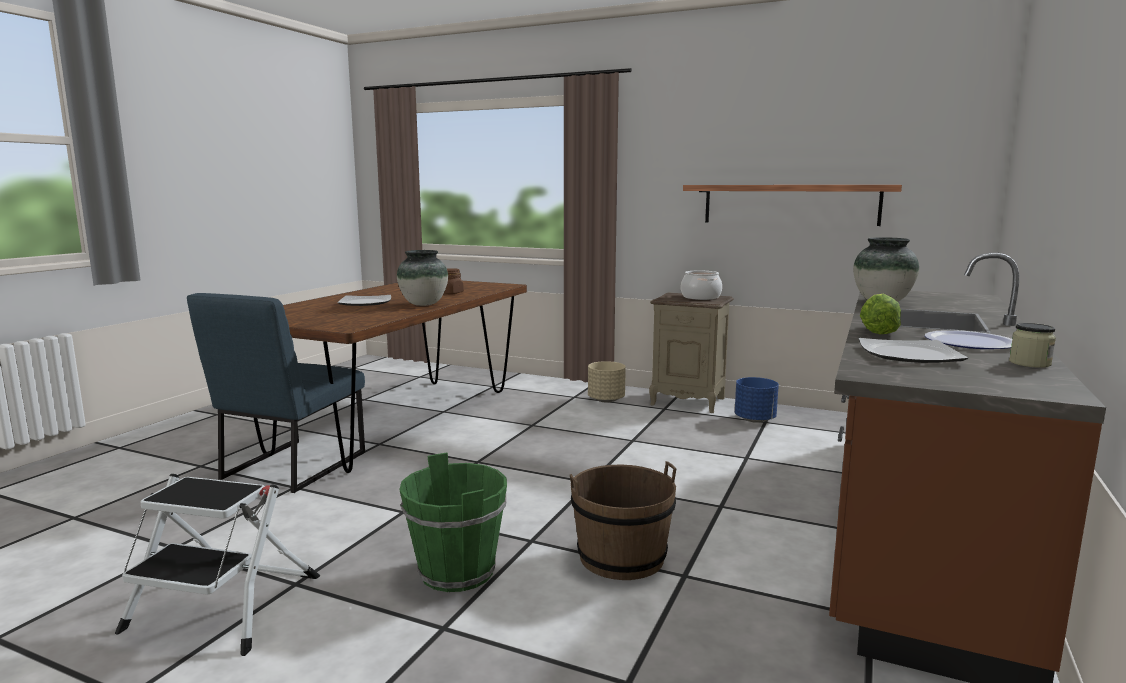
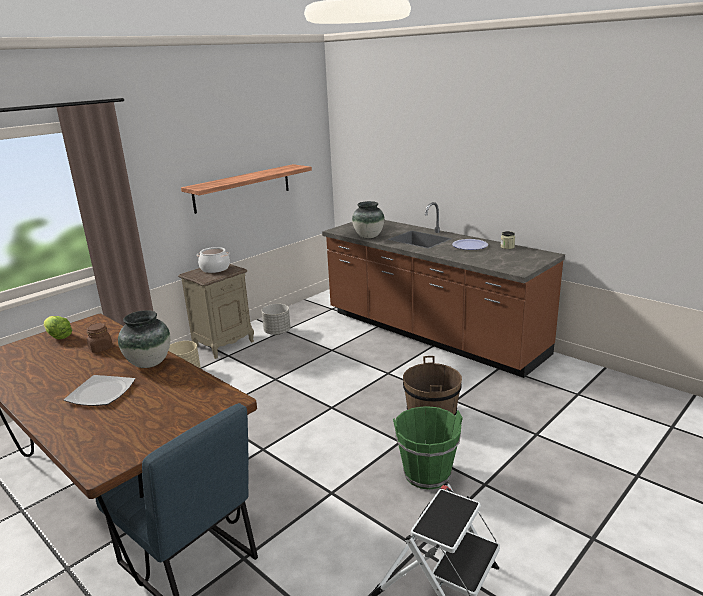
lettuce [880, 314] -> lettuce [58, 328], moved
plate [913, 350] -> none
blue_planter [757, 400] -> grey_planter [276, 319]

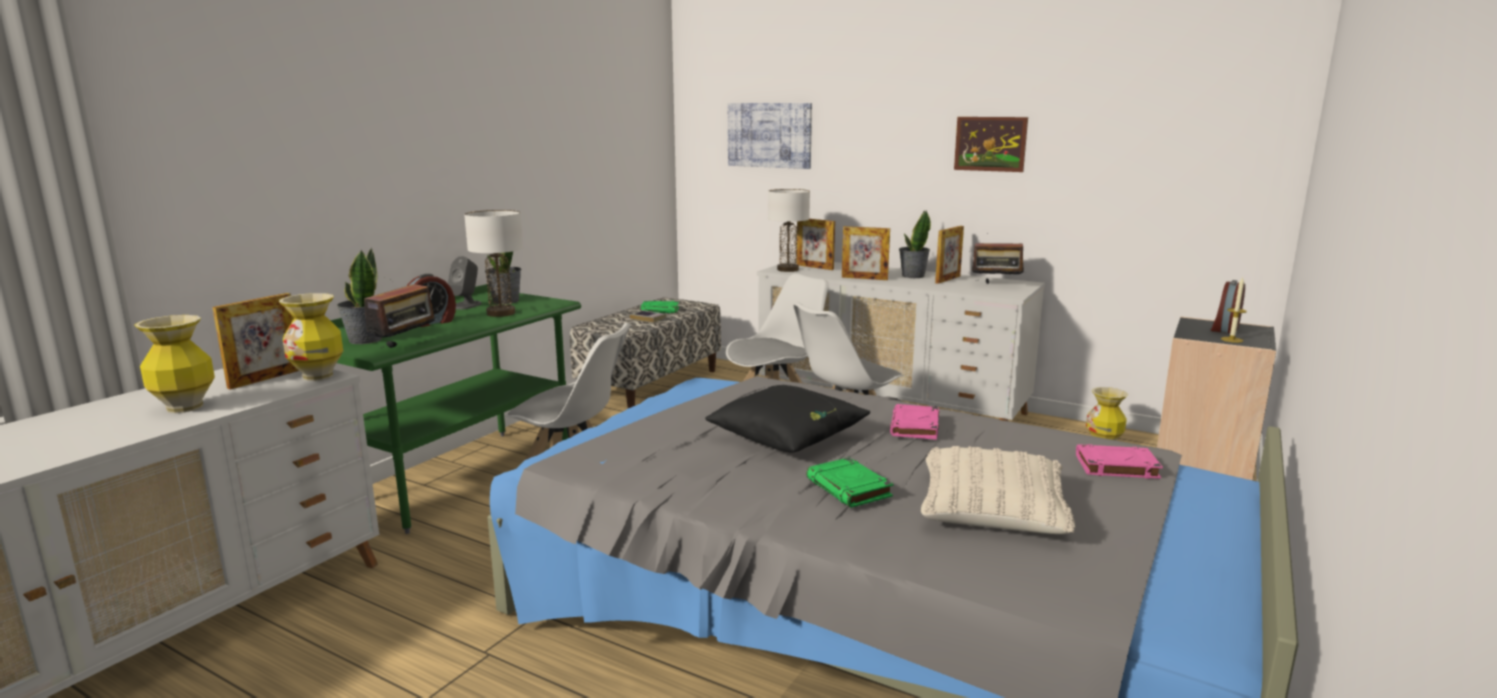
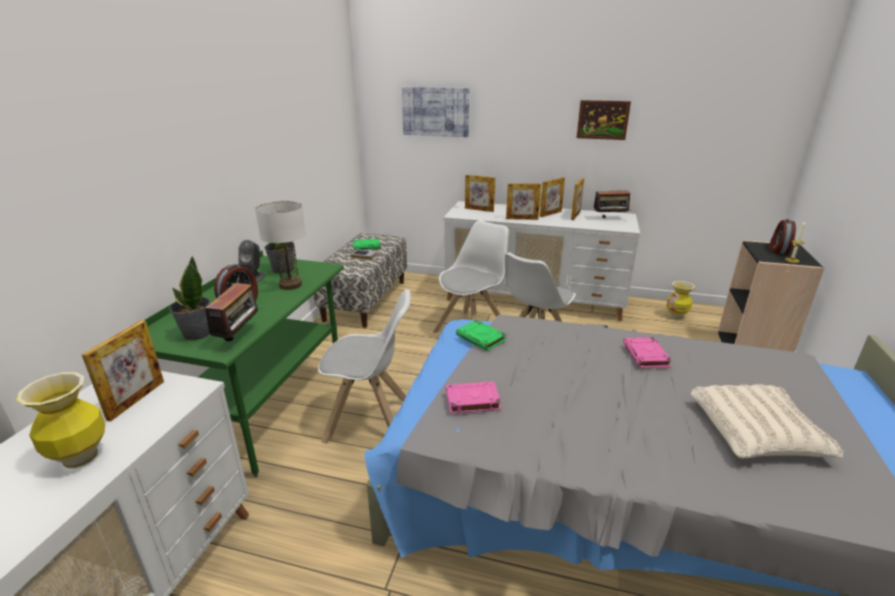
table_lamp [789, 230] -> none
potted_plant [915, 244] -> picture_frame [552, 197]
vase [311, 337] -> none
black_pillow [787, 418] -> none
pink_book [1119, 461] -> pink_book [473, 397], moved
green_book [849, 482] -> green_book [481, 335], moved

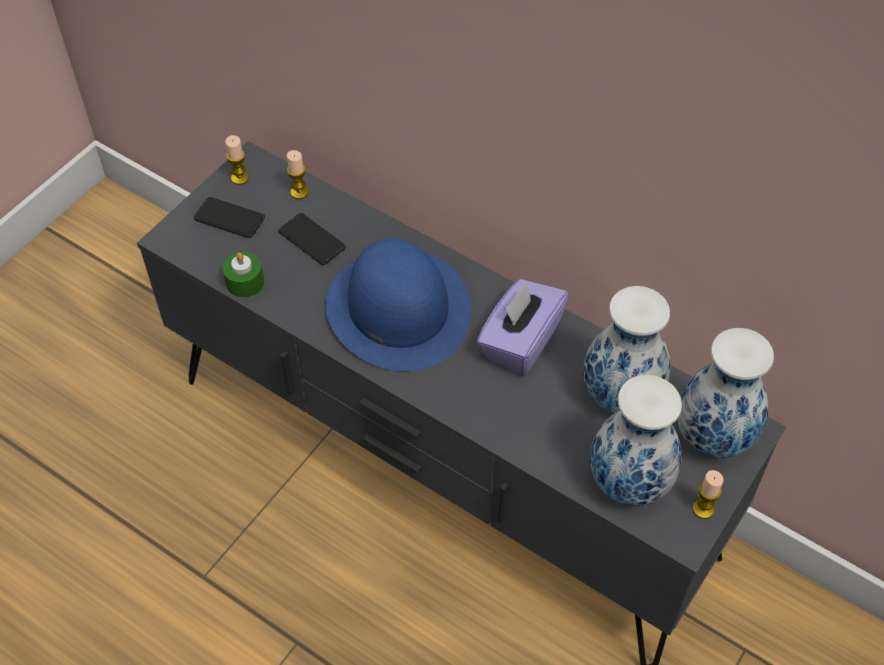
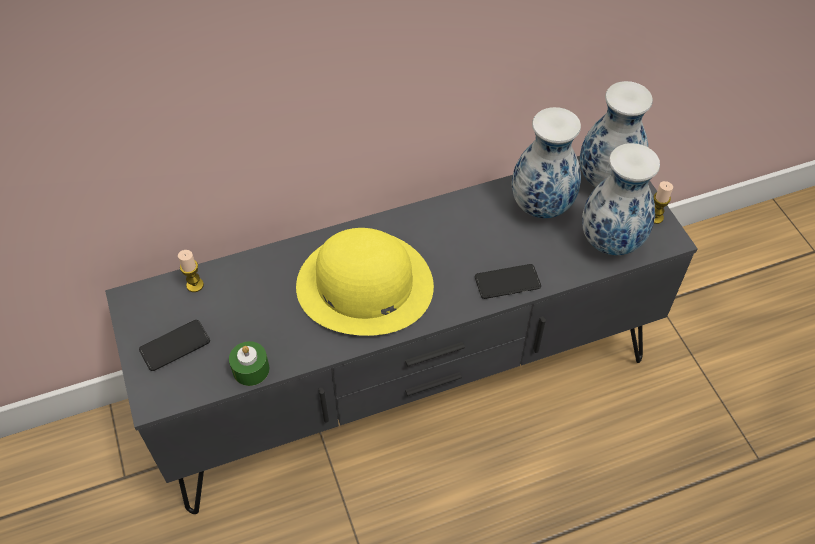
candle [237, 160] -> none
phone [312, 239] -> phone [508, 281], moved
blue_hat [398, 304] -> yellow_hat [365, 282]
purple_tissue_box [523, 327] -> none

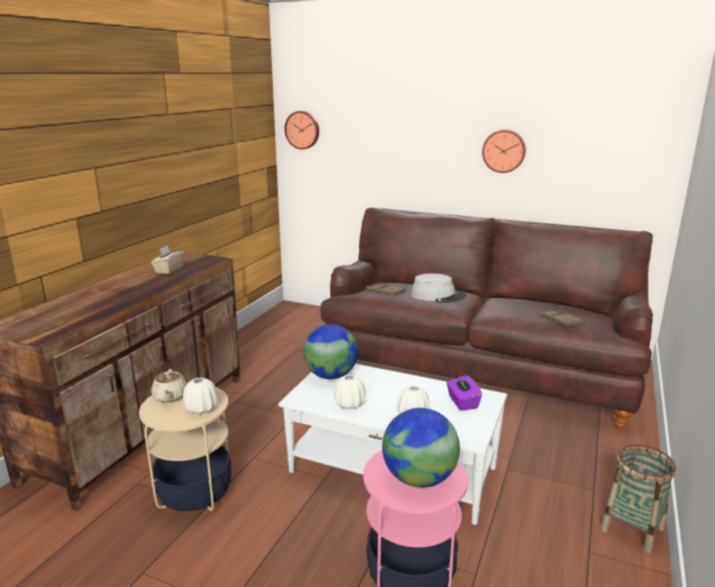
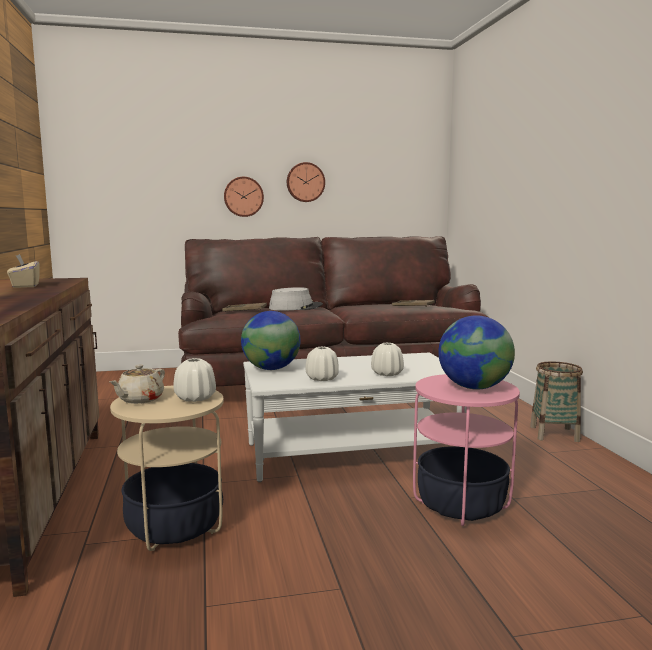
wall_clock [301, 130] -> wall_clock [244, 197], moved
beige_teapot [169, 386] -> beige_teapot [137, 384], 75 degrees clockwise
purple_tissue_box [464, 393] -> none

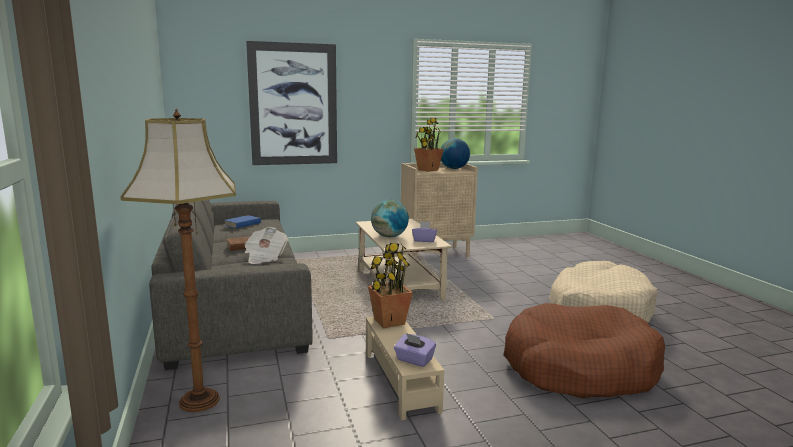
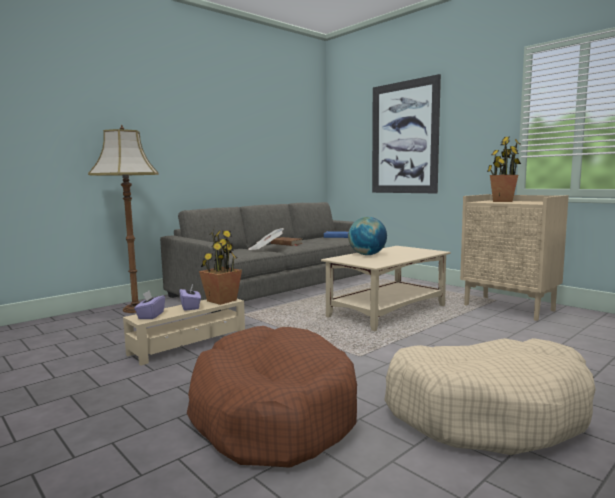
globe [455, 153] -> none
purple_tissue_box [424, 231] -> purple_tissue_box [190, 297], moved

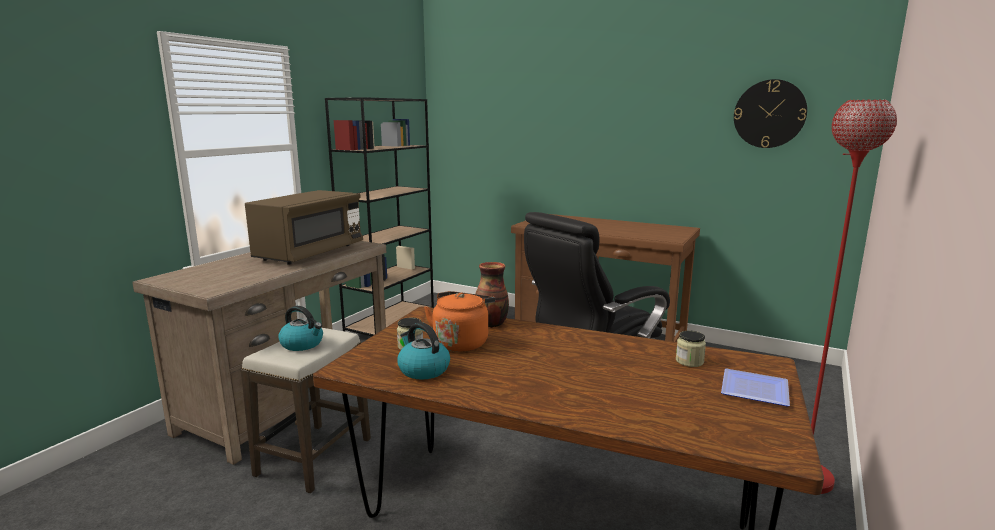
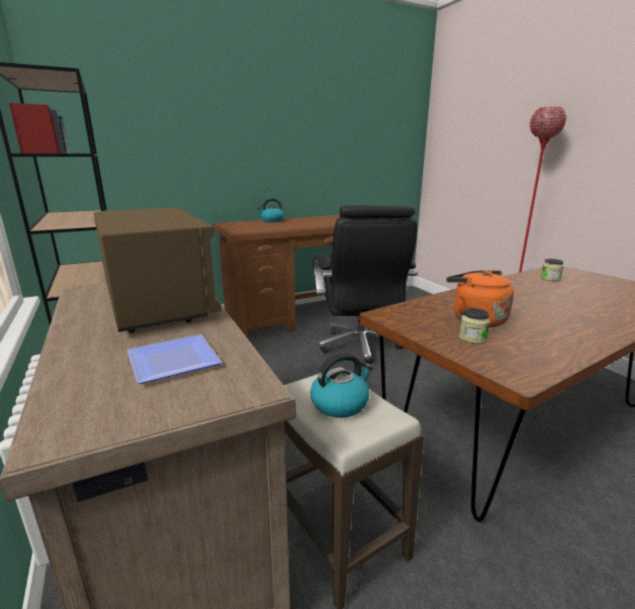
wall_clock [770, 113] -> none
vase [492, 295] -> none
kettle [423, 351] -> kettle [270, 210], moved
plate [755, 388] -> plate [174, 359], moved

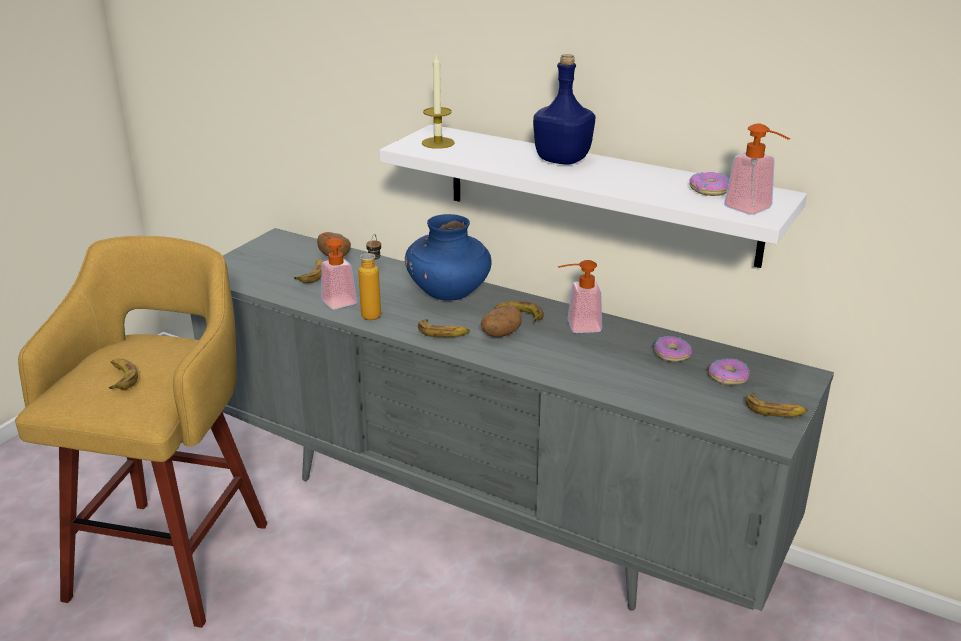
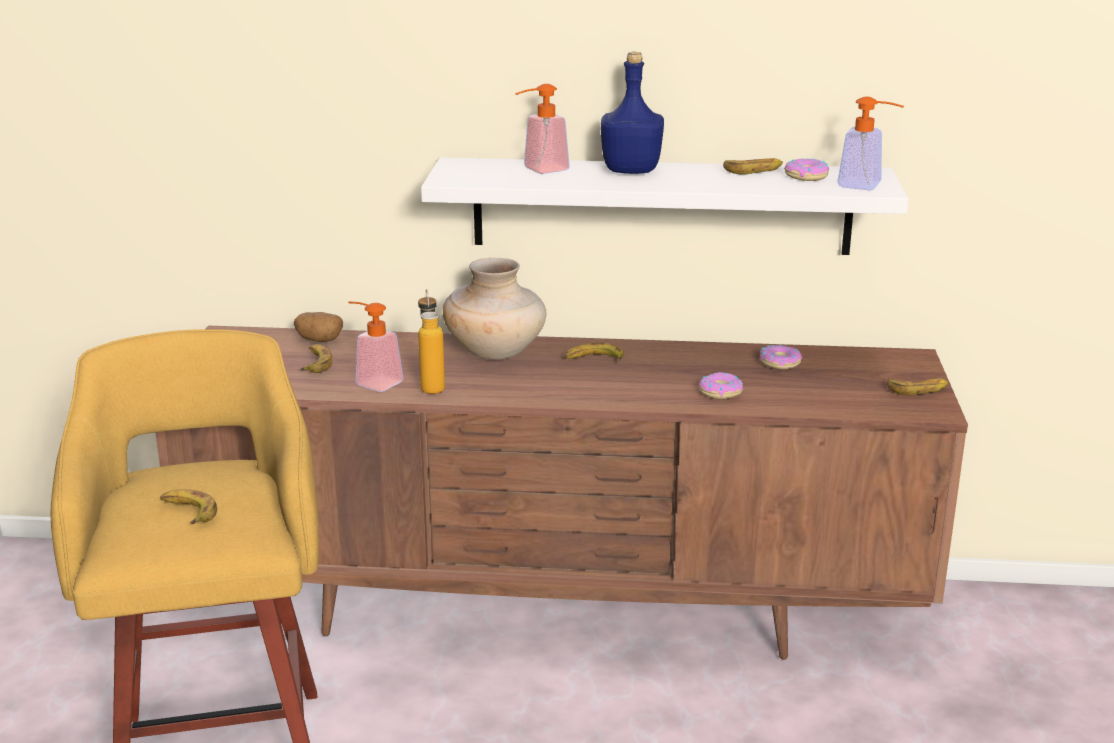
candle [438, 101] -> none
blue_vase [448, 257] -> beige_vase [494, 309]
grey_cabinet [512, 419] -> brown_cabinet [561, 493]
soap_dispenser [580, 296] -> soap_dispenser [542, 129], moved
potato [501, 321] -> none
banana [444, 328] -> banana [753, 166], moved
donut [729, 372] -> donut [721, 385], moved

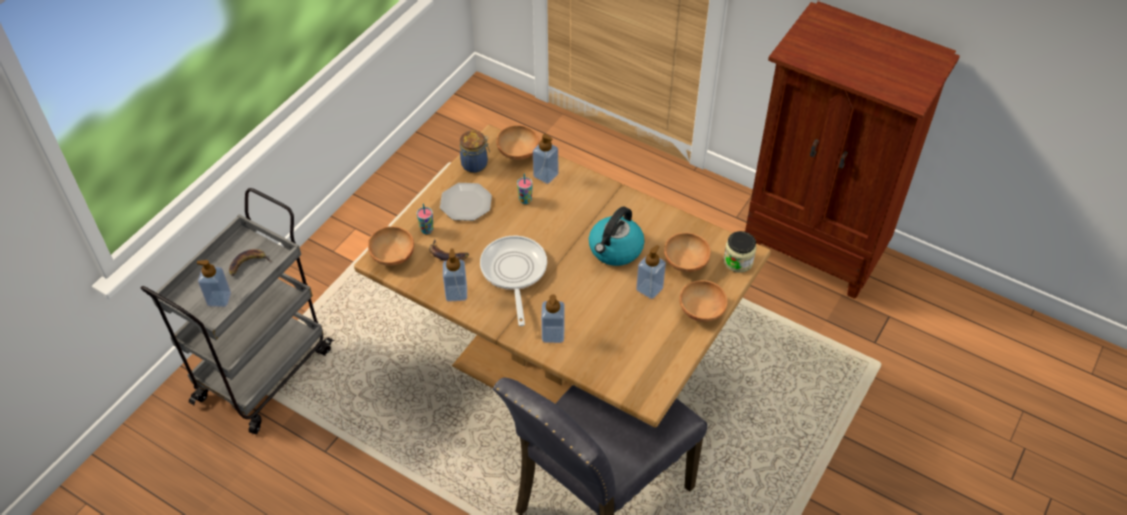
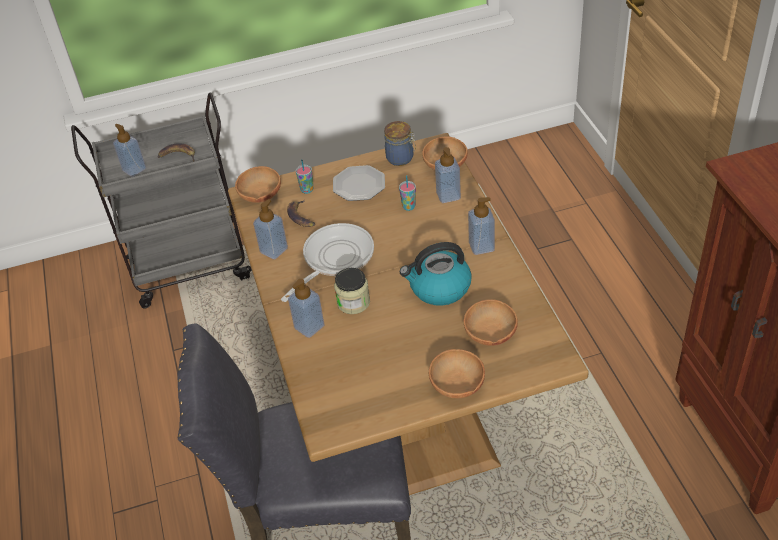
jar [739, 252] -> jar [352, 291], moved
soap_dispenser [651, 272] -> soap_dispenser [481, 226], moved

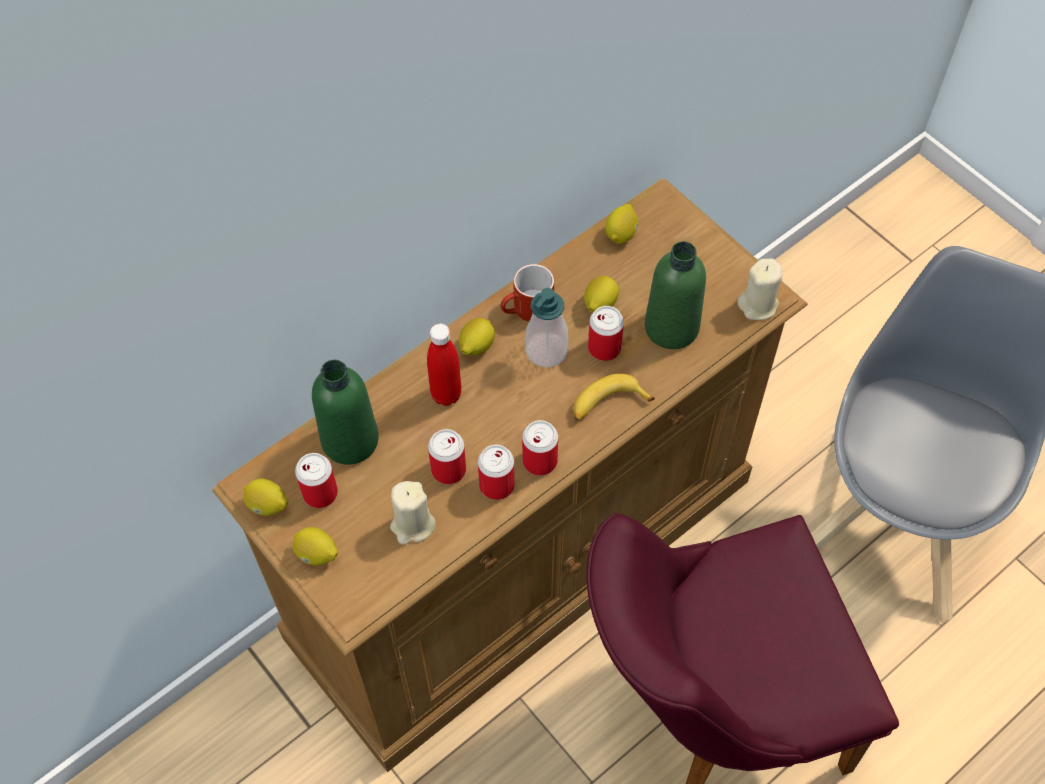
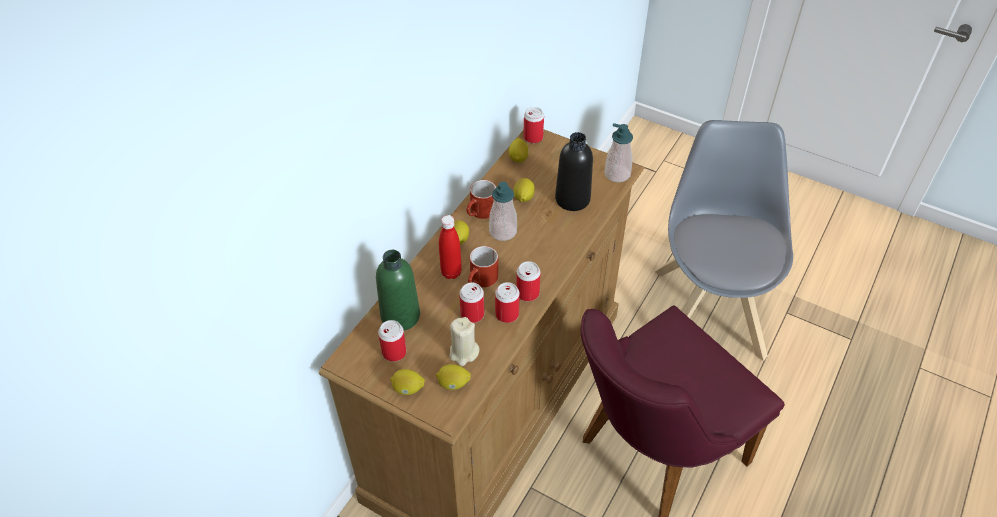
green_bottle [675, 295] -> black_bottle [574, 171]
beige_candle [760, 289] -> soap_dispenser [618, 153]
can [606, 333] -> can [533, 125], moved
banana [614, 397] -> none
lemon [266, 497] -> lemon [453, 377], moved
none -> red_mug [483, 266]

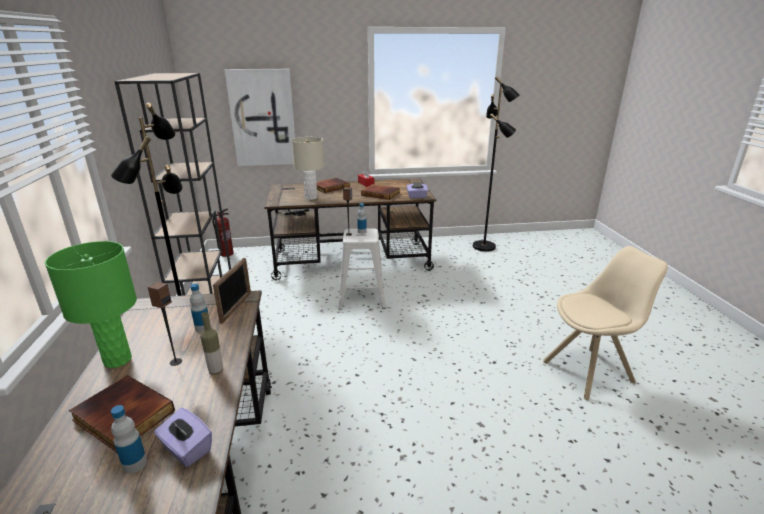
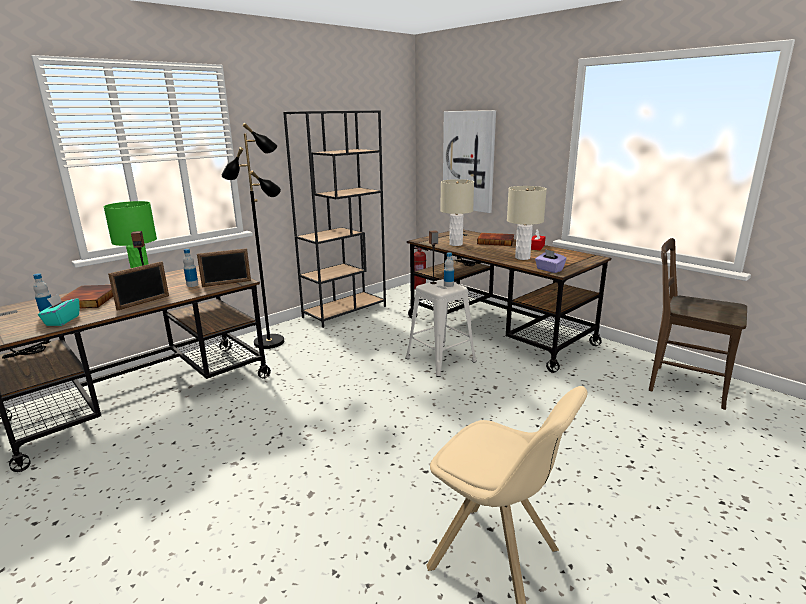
black_floor_lamp [496, 164] -> brown_chair [698, 324]
book [380, 192] -> beige_table_lamp [527, 223]
bottle [211, 343] -> picture_frame [138, 286]
purple_tissue_box [183, 437] -> turquoise_tissue_box [58, 310]

